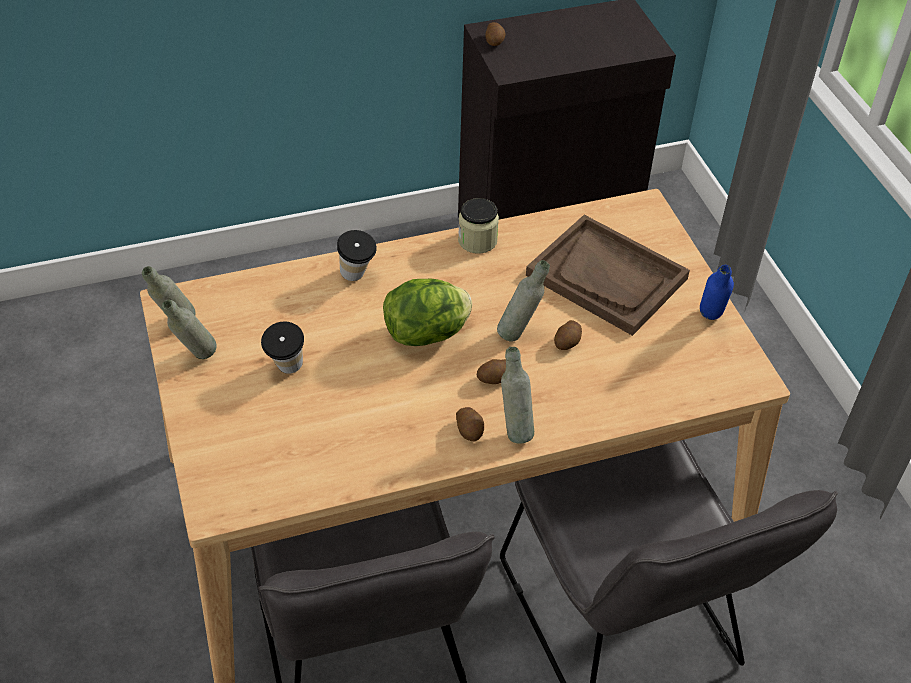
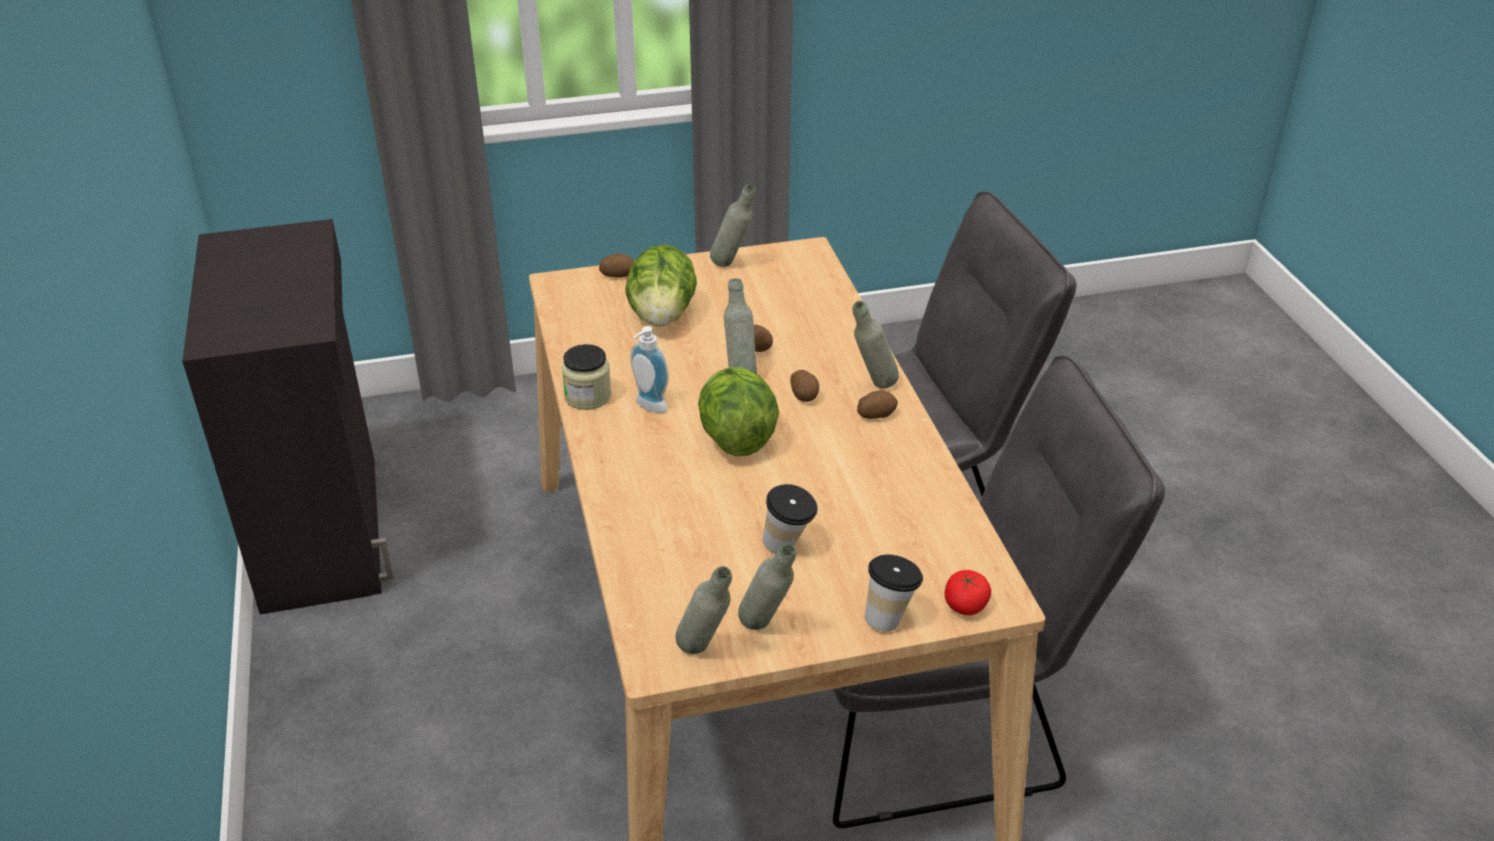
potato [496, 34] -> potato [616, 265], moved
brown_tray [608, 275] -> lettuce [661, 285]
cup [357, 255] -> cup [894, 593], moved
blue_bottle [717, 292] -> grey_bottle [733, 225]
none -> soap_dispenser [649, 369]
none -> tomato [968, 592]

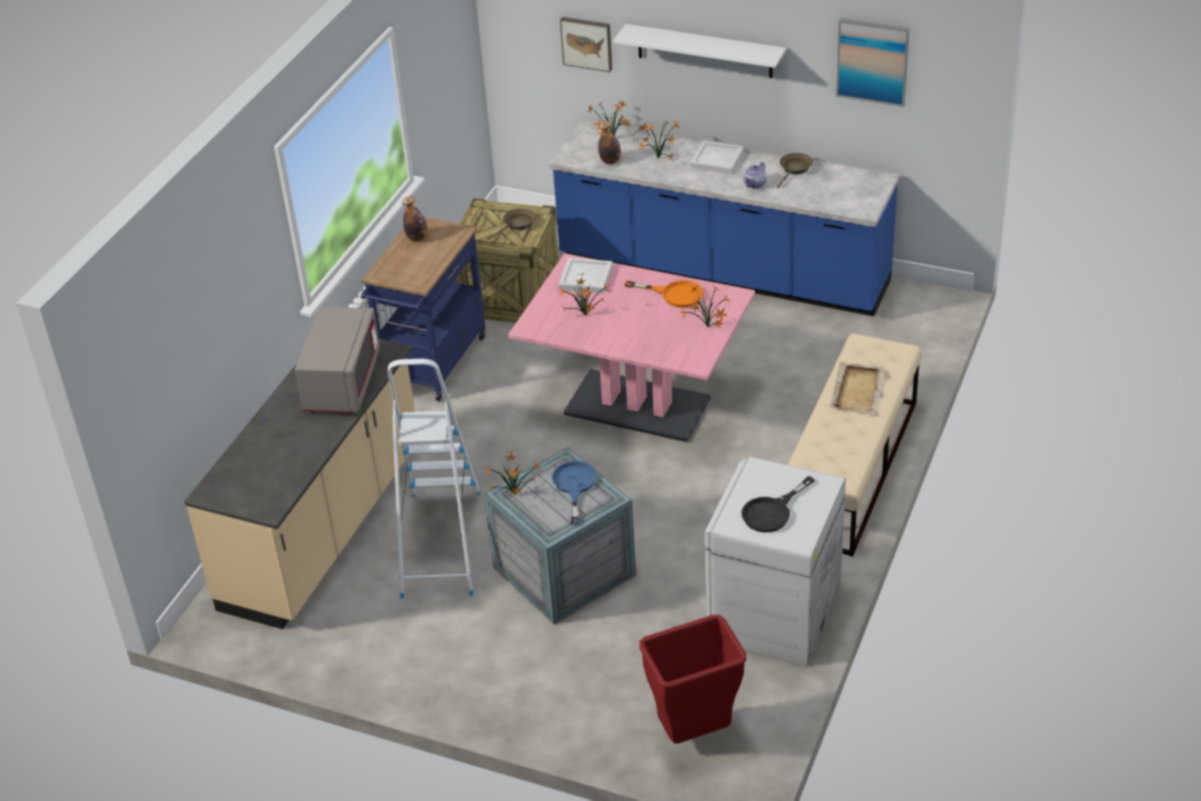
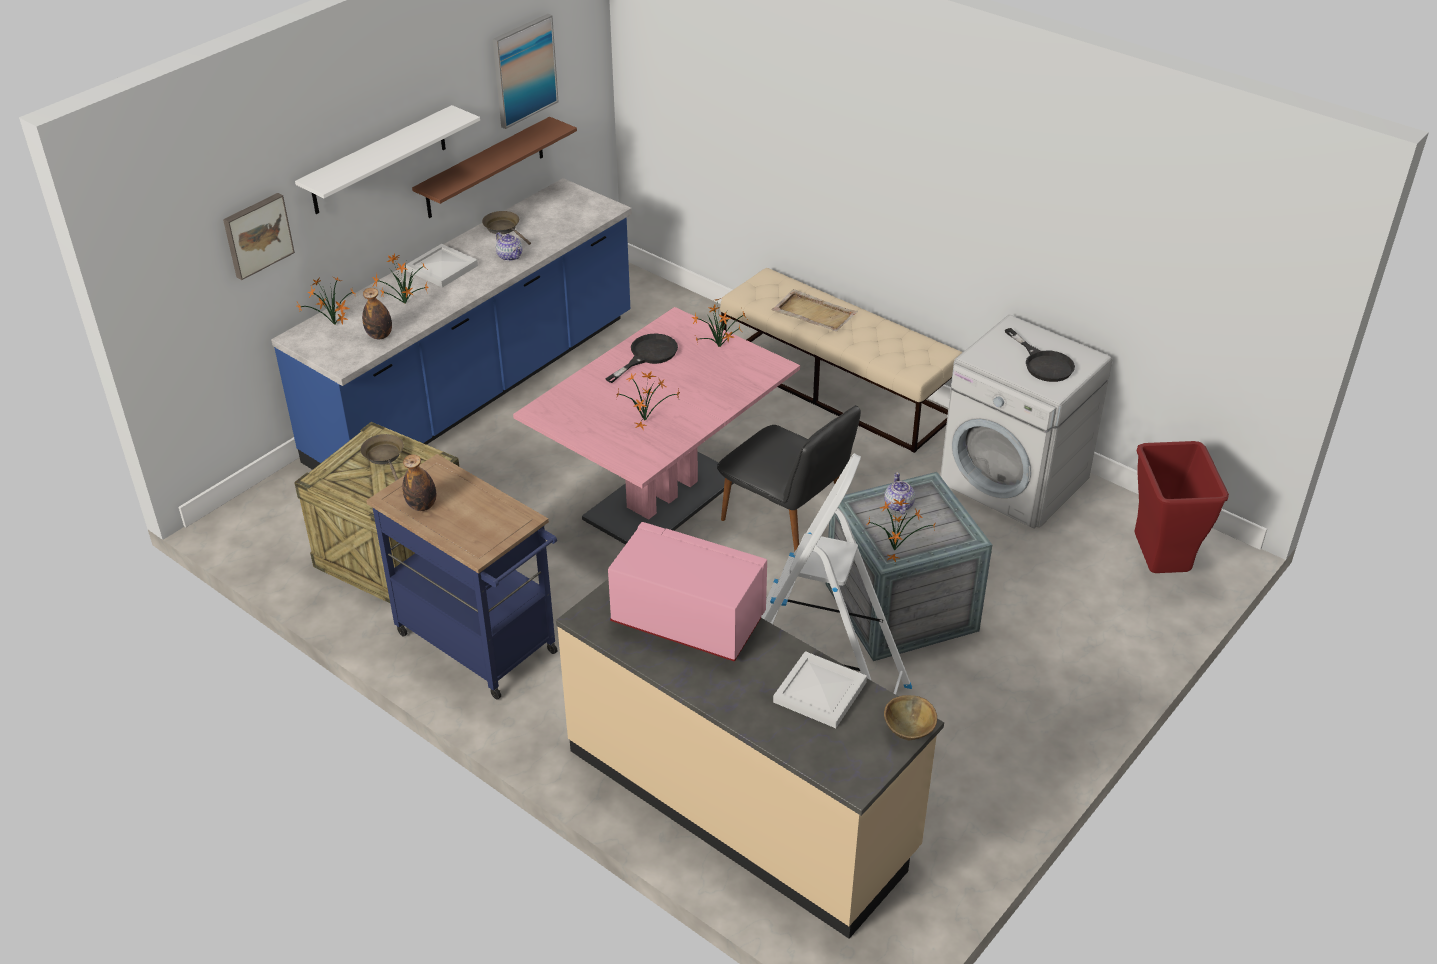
white_tray [585, 275] -> white_tray [820, 689], moved
orange_frying_pan [664, 294] -> black_frying_pan [641, 358]
grey_microwave [337, 360] -> pink_microwave [687, 592]
blue_frying_pan [574, 493] -> teapot [899, 493]
none -> brown_shelf [494, 167]
none -> black_chair [789, 478]
none -> brown_bowl [910, 717]

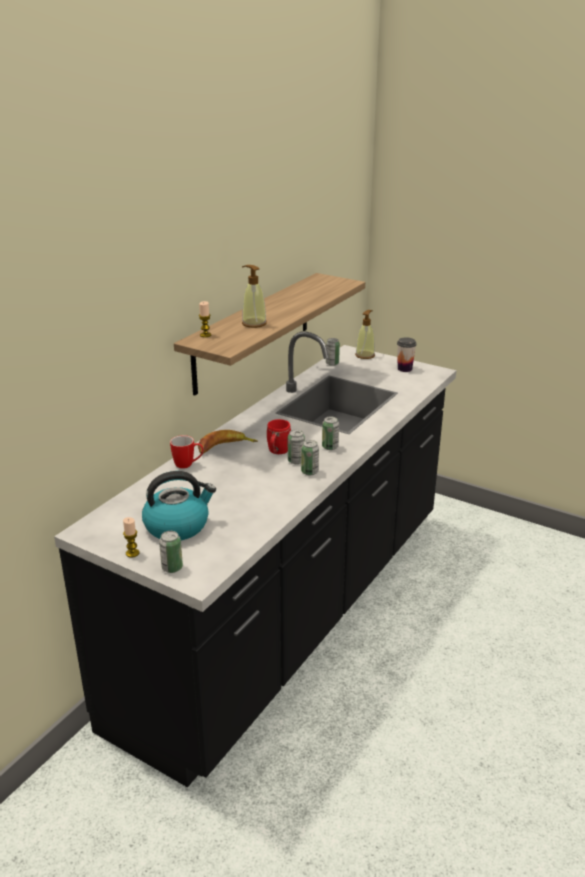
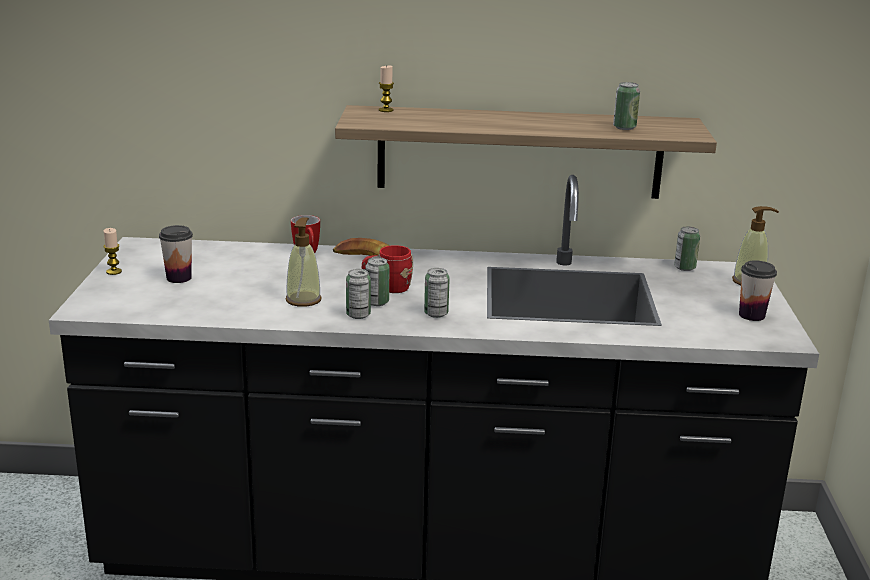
soap_dispenser [254, 296] -> soap_dispenser [303, 262], moved
kettle [179, 505] -> cup [176, 254]
can [171, 552] -> can [626, 106], moved

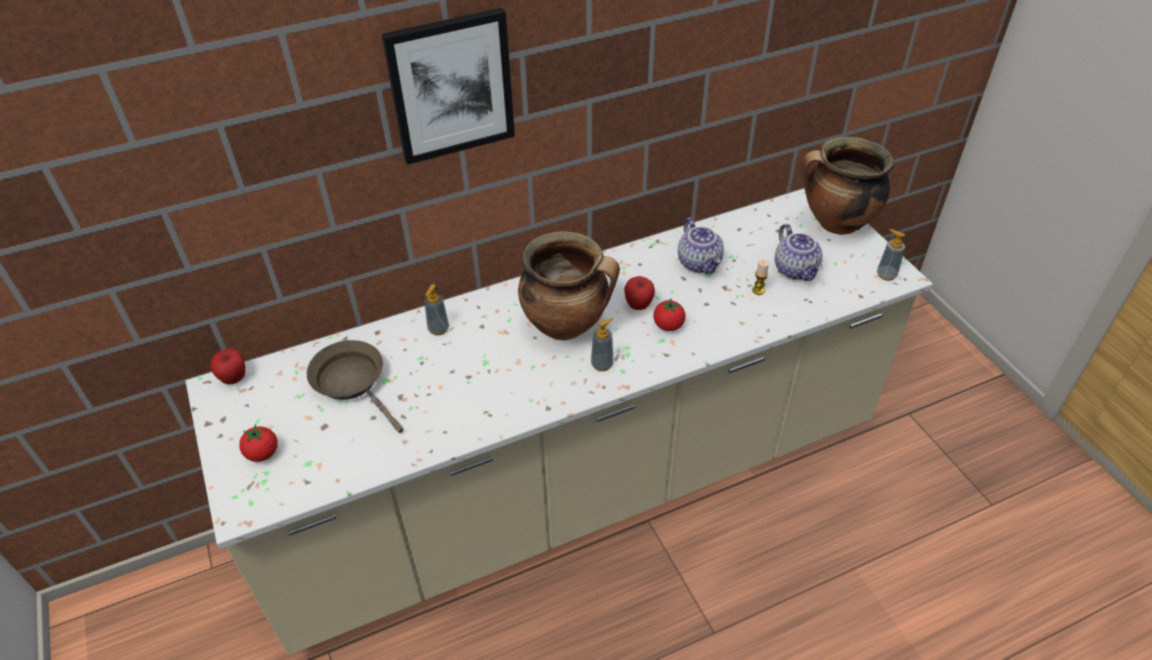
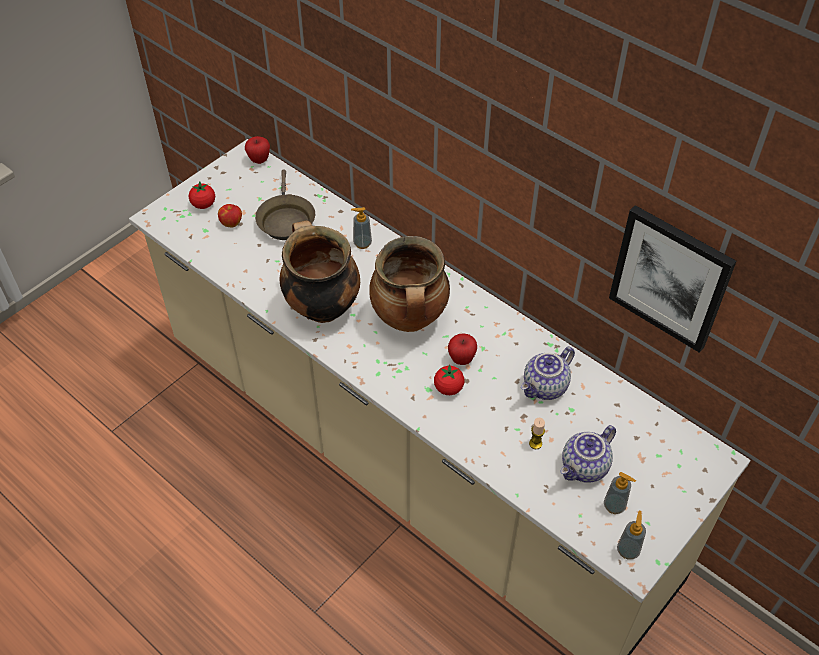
picture [448, 86] -> picture [672, 279], moved
cooking_pot [847, 186] -> cooking_pot [320, 272], moved
soap_dispenser [602, 344] -> soap_dispenser [620, 493], moved
brown_frying_pan [355, 386] -> brown_frying_pan [285, 204], 150 degrees clockwise
none -> apple [230, 215]

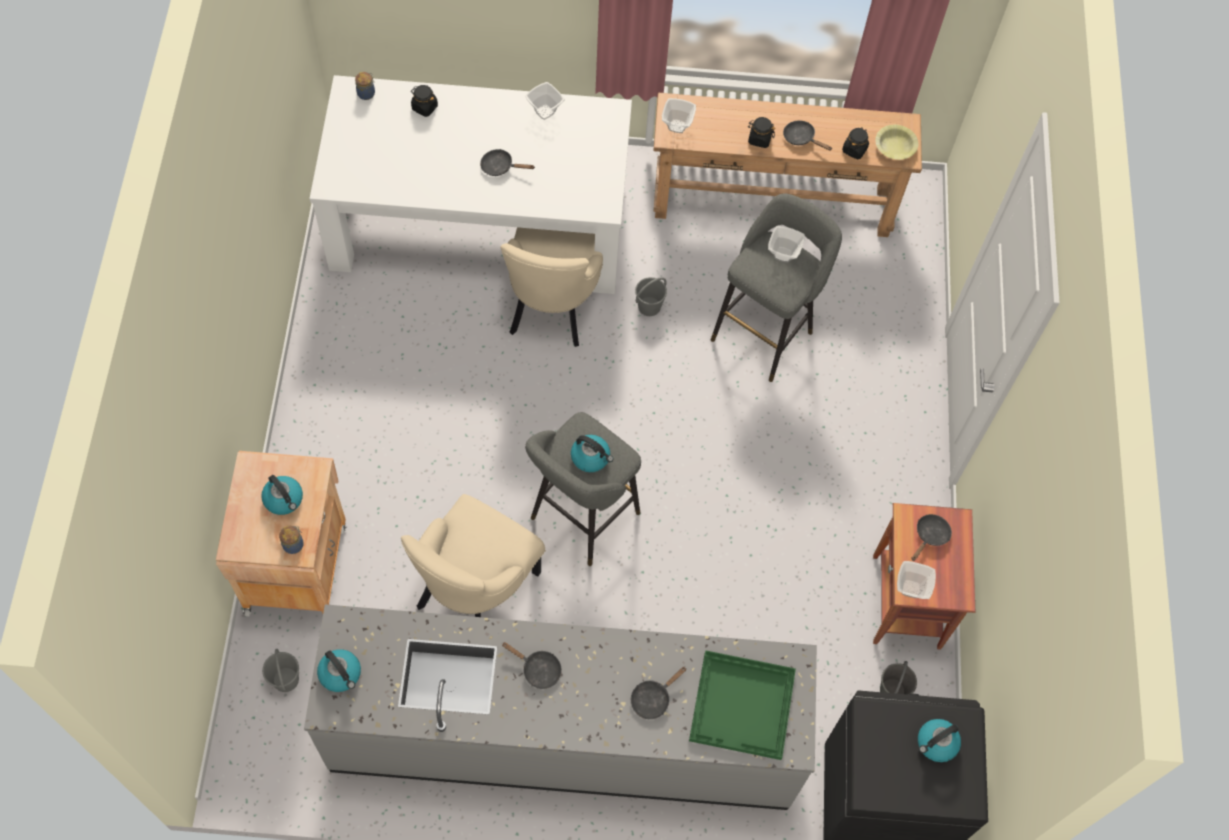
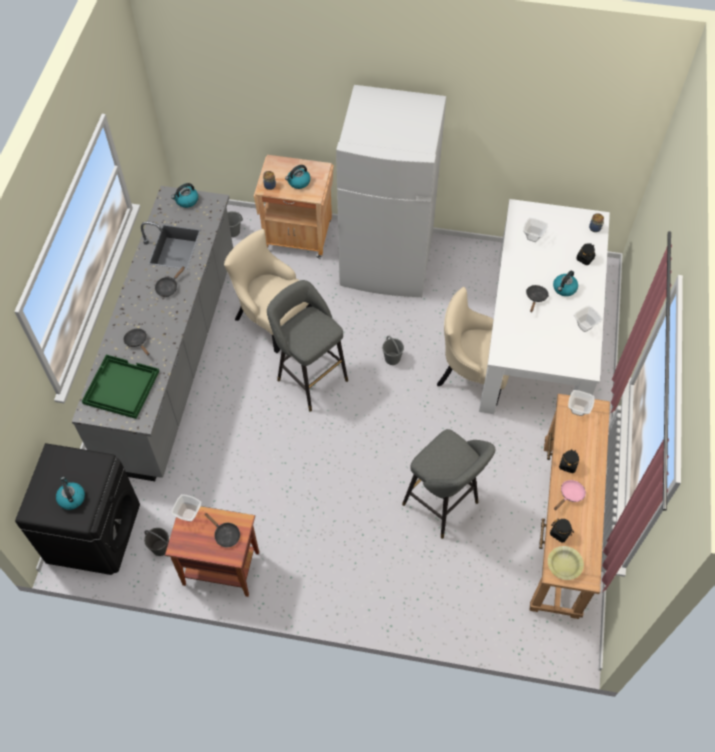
black_frying_pan [807, 135] -> pink_frying_pan [570, 495]
bowl [786, 244] -> bowl [535, 230], moved
grey_bucket [651, 296] -> grey_bucket [393, 350], moved
kettle [592, 453] -> kettle [565, 283], moved
none -> white_fridge [391, 191]

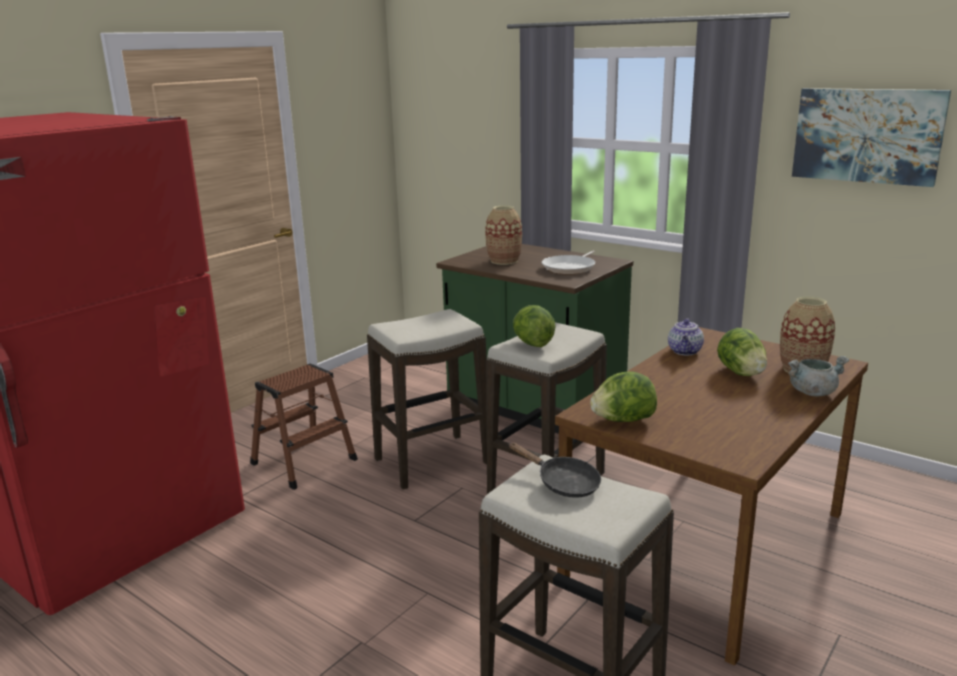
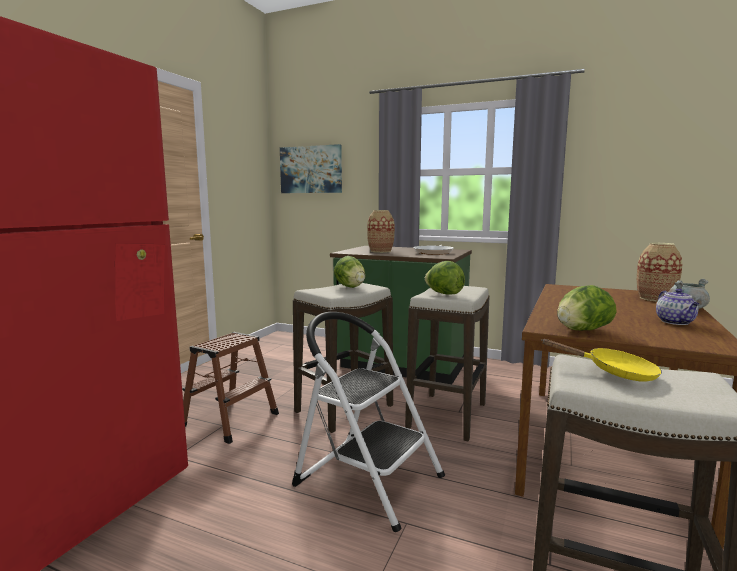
picture [871, 137] -> picture [311, 168], moved
teapot [686, 336] -> teapot [677, 306], moved
lettuce [742, 352] -> lettuce [349, 272], moved
black_frying_pan [554, 470] -> yellow_frying_pan [601, 360]
none -> step_ladder [368, 422]

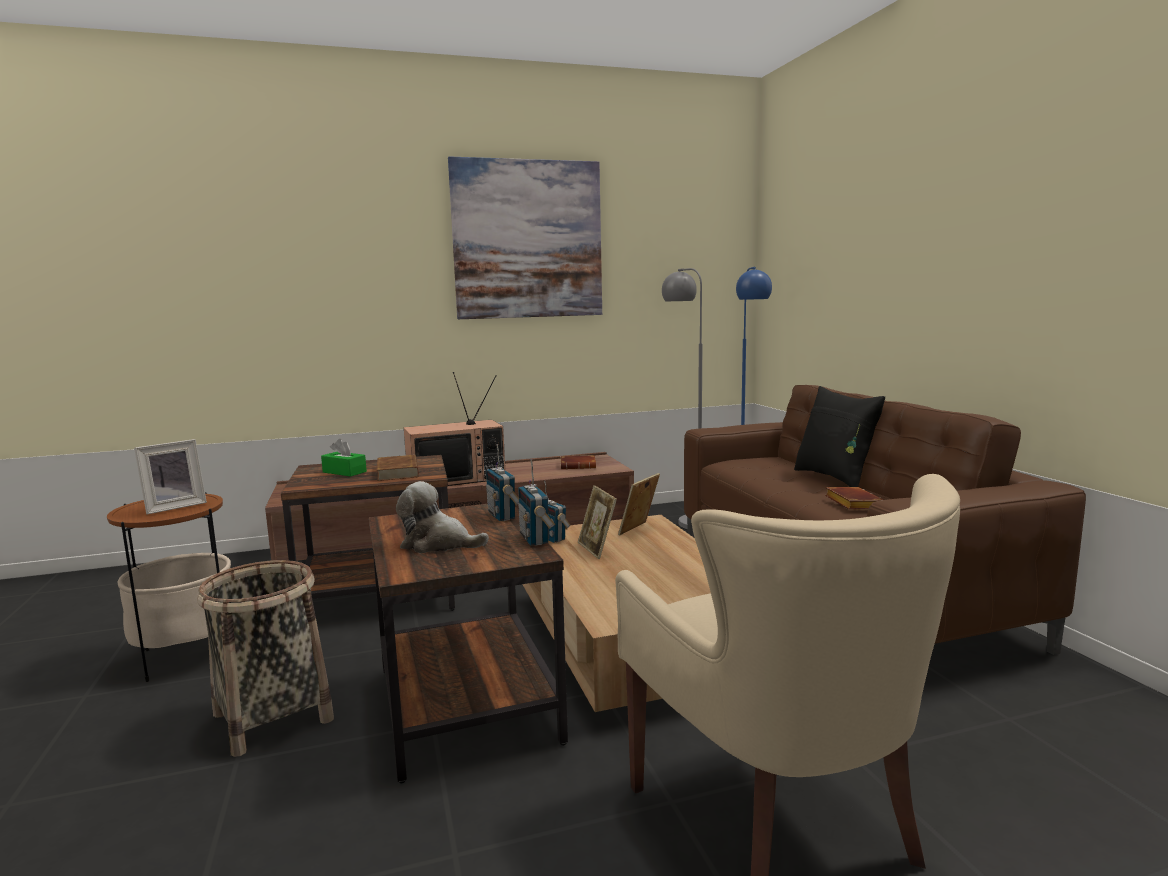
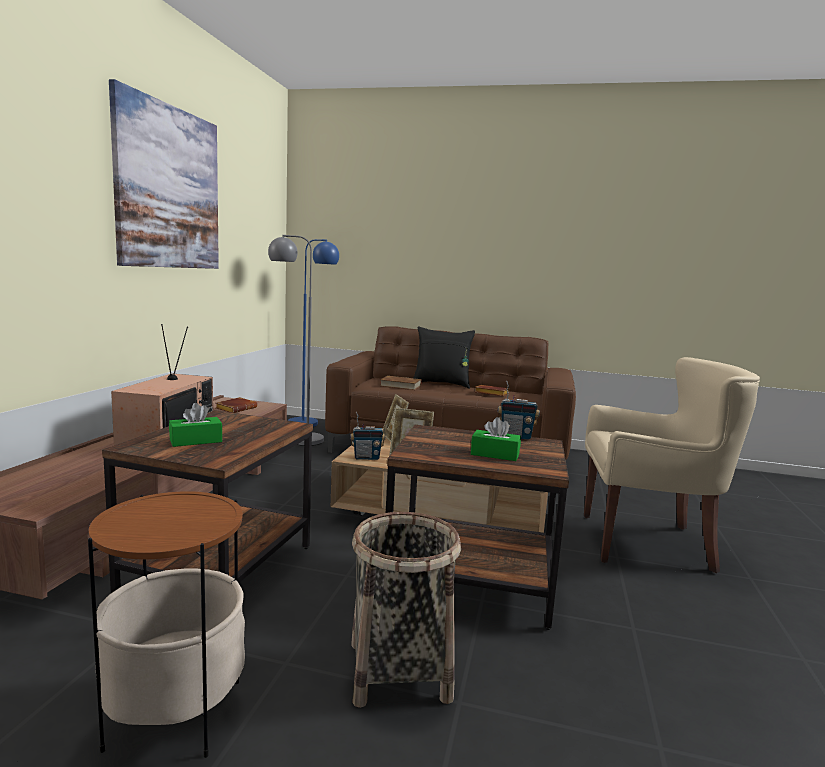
picture_frame [170, 476] -> none
radio [502, 482] -> none
brown_book [397, 468] -> brown_book [400, 383], moved
plush_toy [442, 517] -> green_tissue_box [496, 439]

